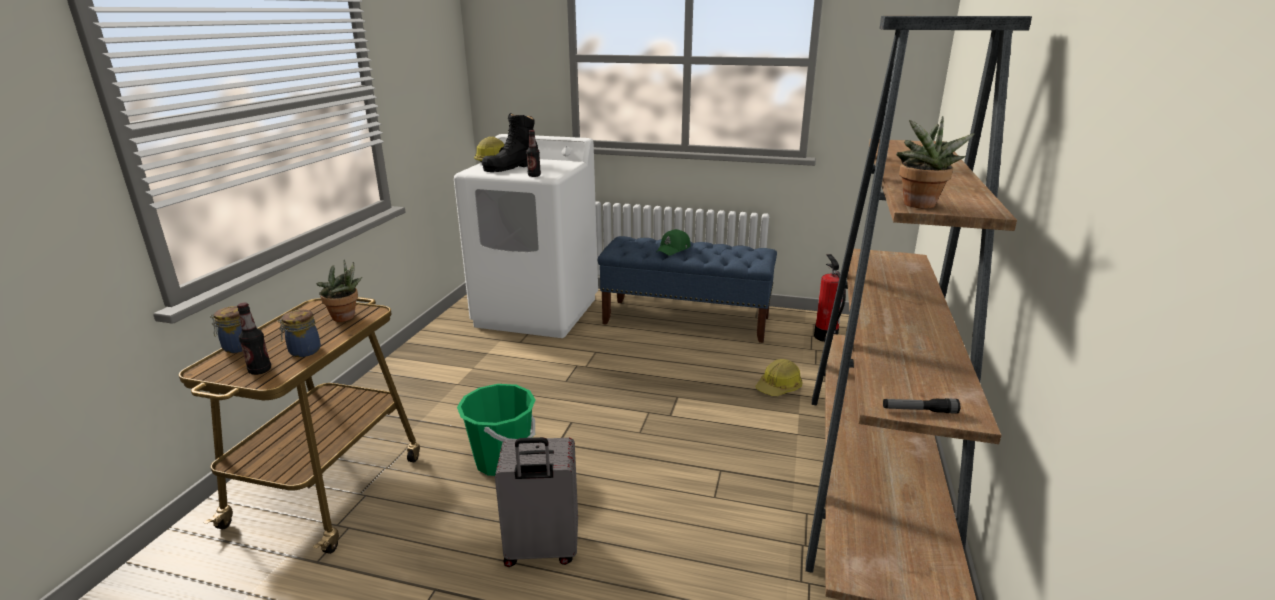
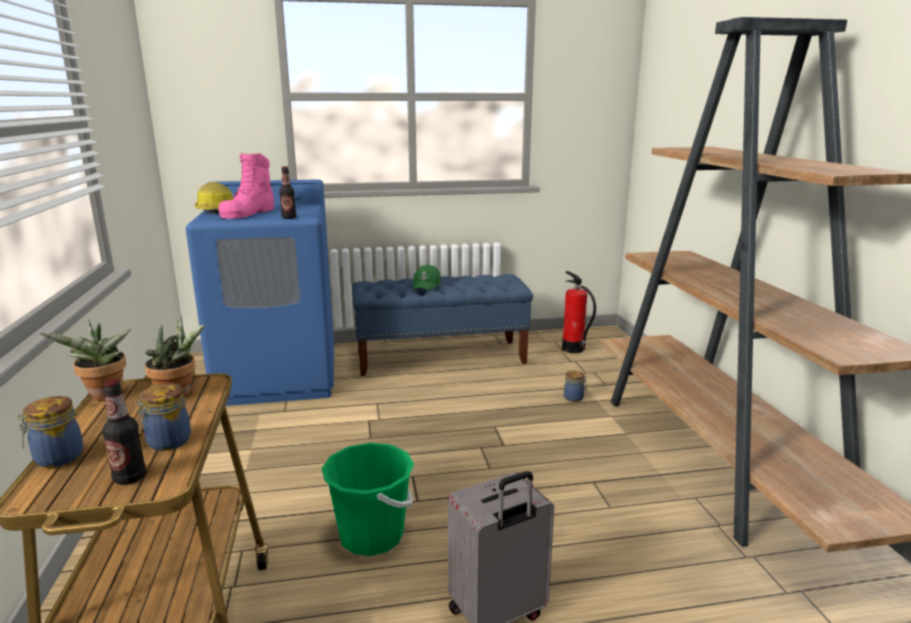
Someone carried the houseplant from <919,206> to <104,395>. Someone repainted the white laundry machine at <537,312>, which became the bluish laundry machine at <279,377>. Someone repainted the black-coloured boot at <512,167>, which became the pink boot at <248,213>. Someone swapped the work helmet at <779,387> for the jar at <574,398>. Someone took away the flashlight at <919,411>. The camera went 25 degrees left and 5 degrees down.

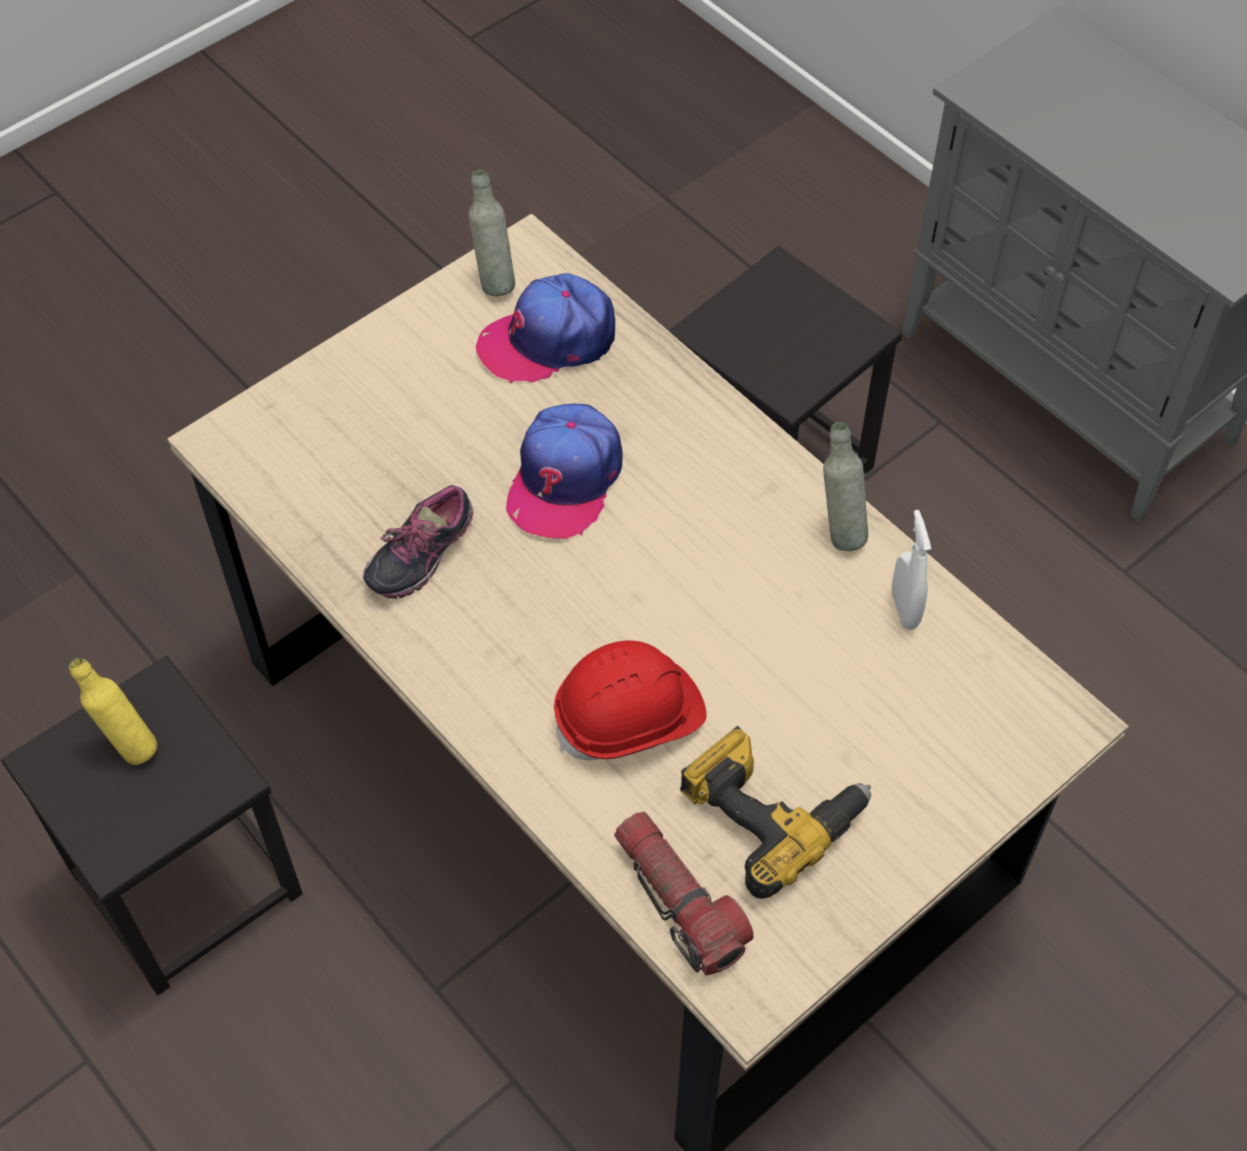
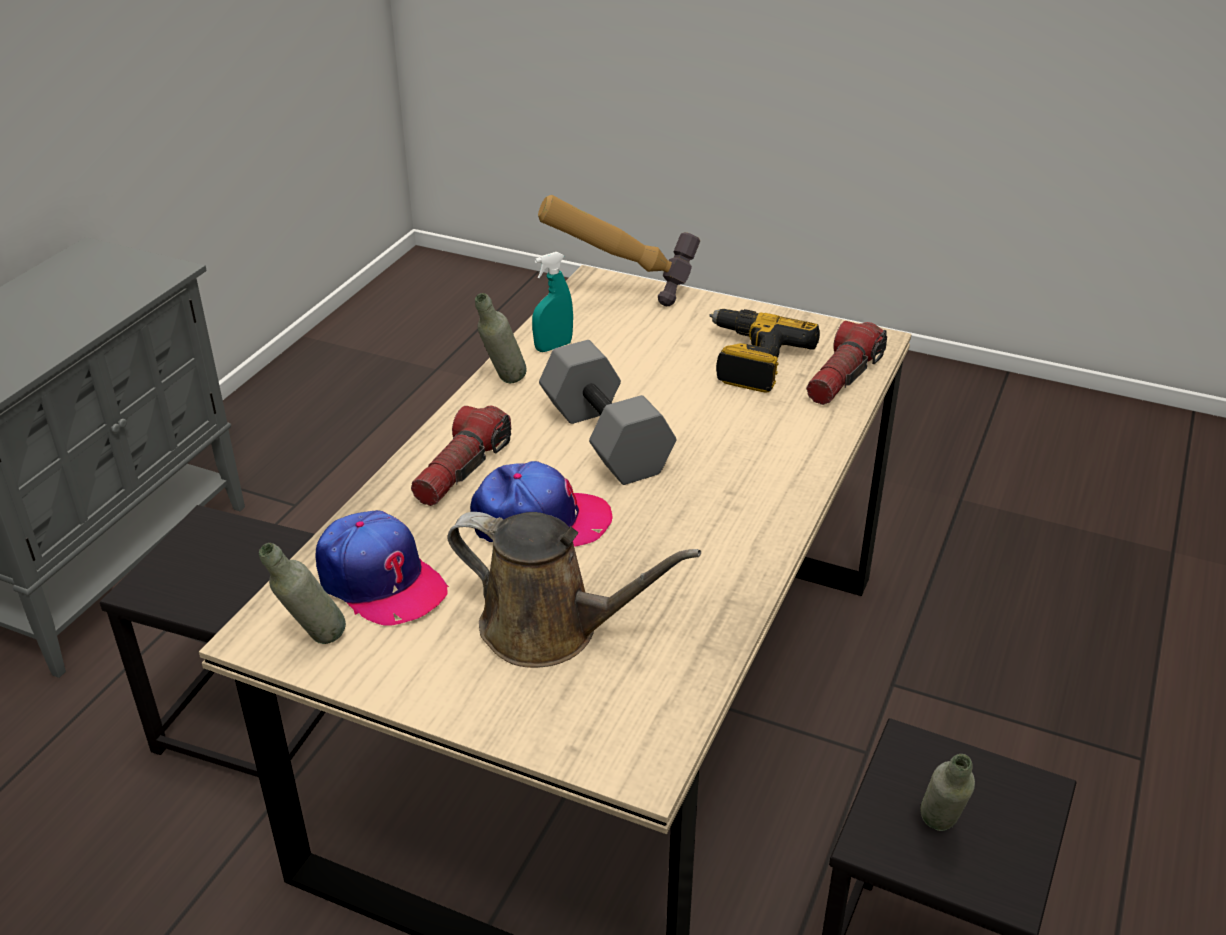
Someone put down the flashlight at <462,469>. Someone put down the brown-coloured sprinkling can at <550,629>. Someone repainted the white spray bottle at <904,609>, which became the blue-green spray bottle at <553,346>. Someone put down the hand hammer at <621,299>. Someone put down the gray free weight at <602,439>. Someone repainted the yellow-coloured drink bottle at <129,745>, which became the gray drink bottle at <938,834>. Someone took away the low shoe at <420,555>. Someone took away the red-coloured work helmet at <630,718>. The camera went 115 degrees left and 20 degrees down.

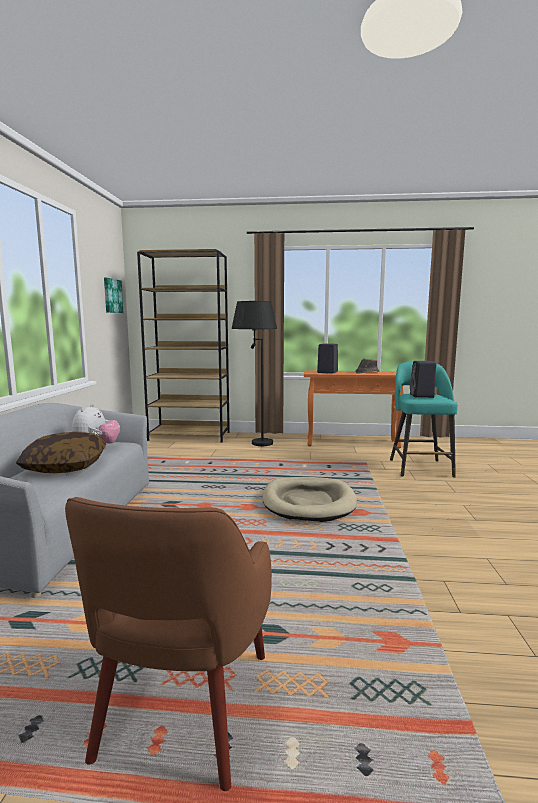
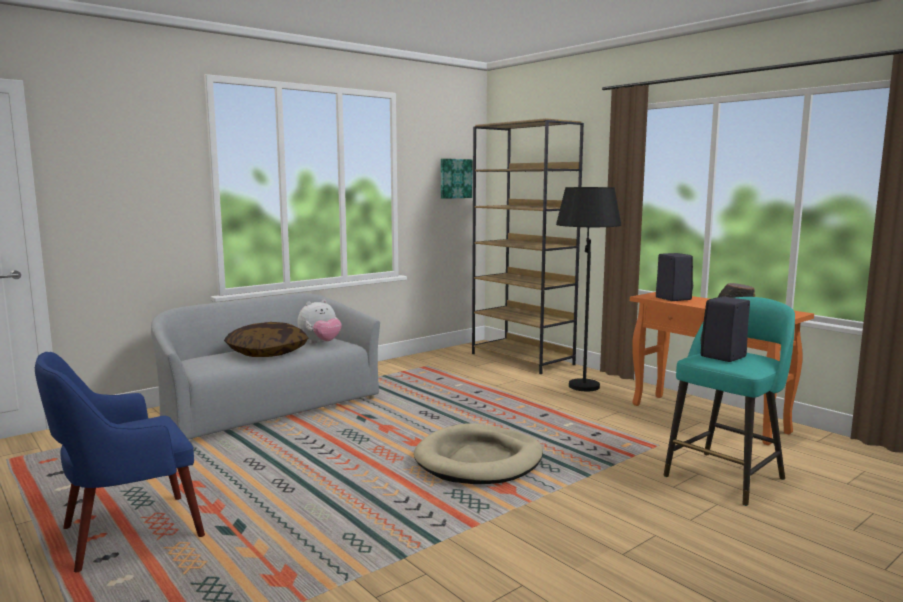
Someone repainted the brown-coloured easy chair at <184,706>, which became the bluish easy chair at <129,533>. The camera went 45 degrees right and 0 degrees up.

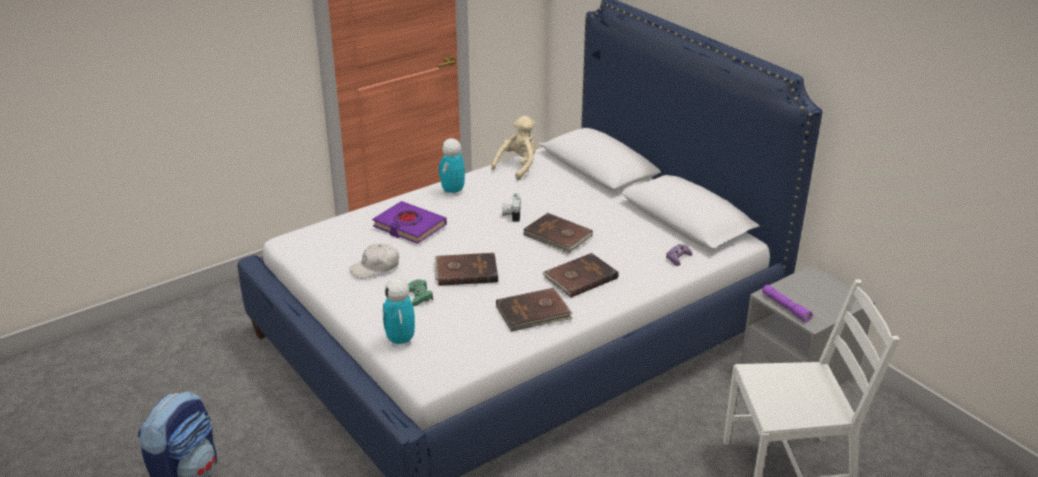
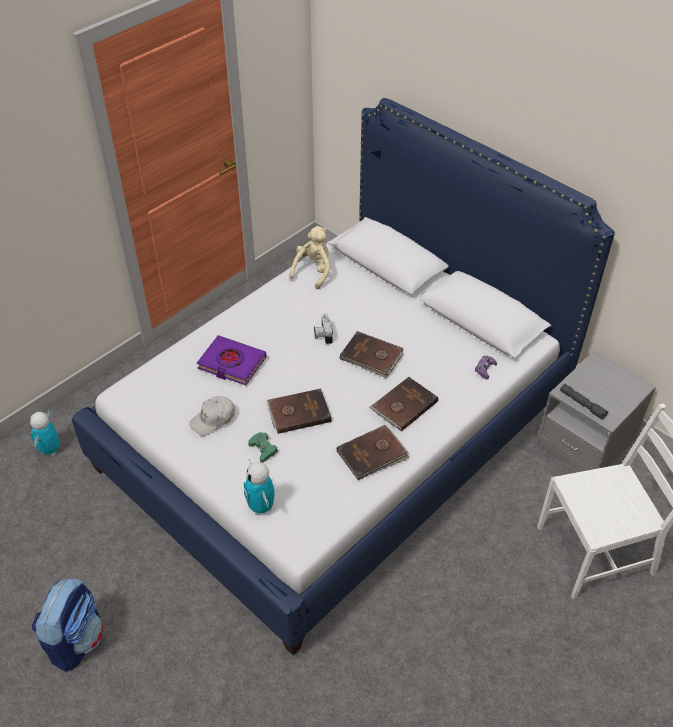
Someone carried the model robot from <453,192> to <50,450>. Someone repainted the purple-coloured flashlight at <785,307>, which became the gray flashlight at <582,404>. The camera went 10 degrees left and 15 degrees up.

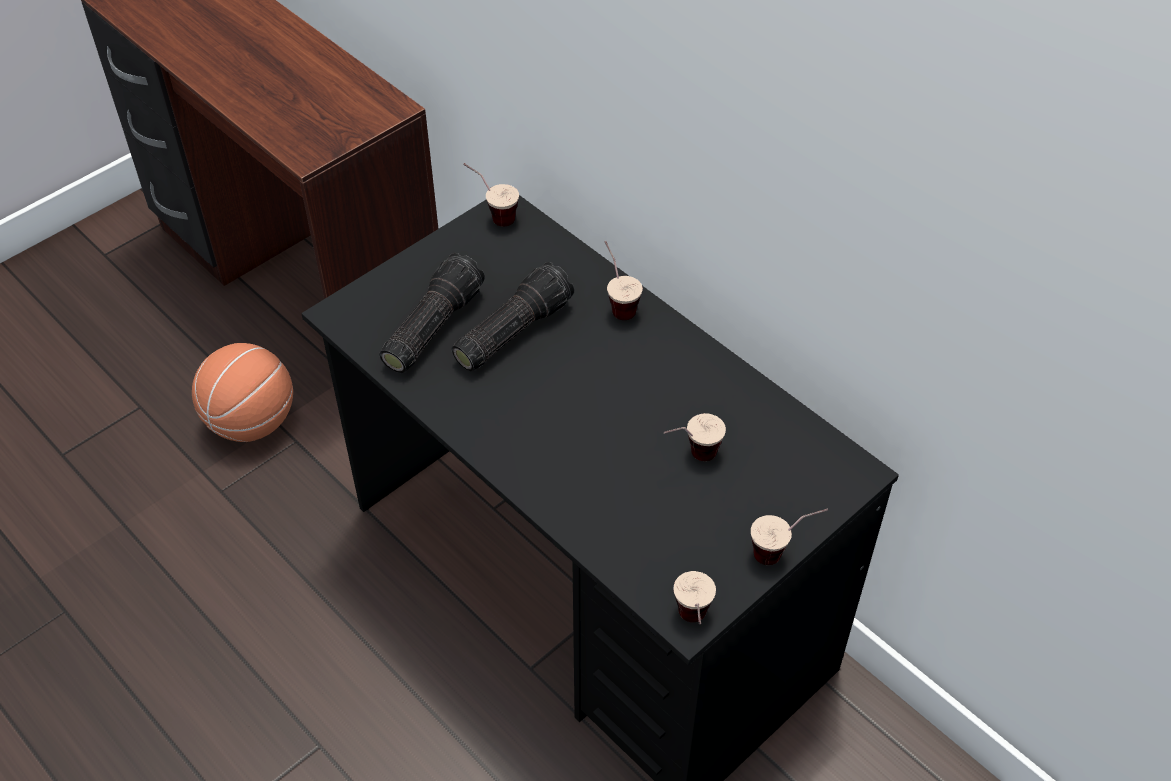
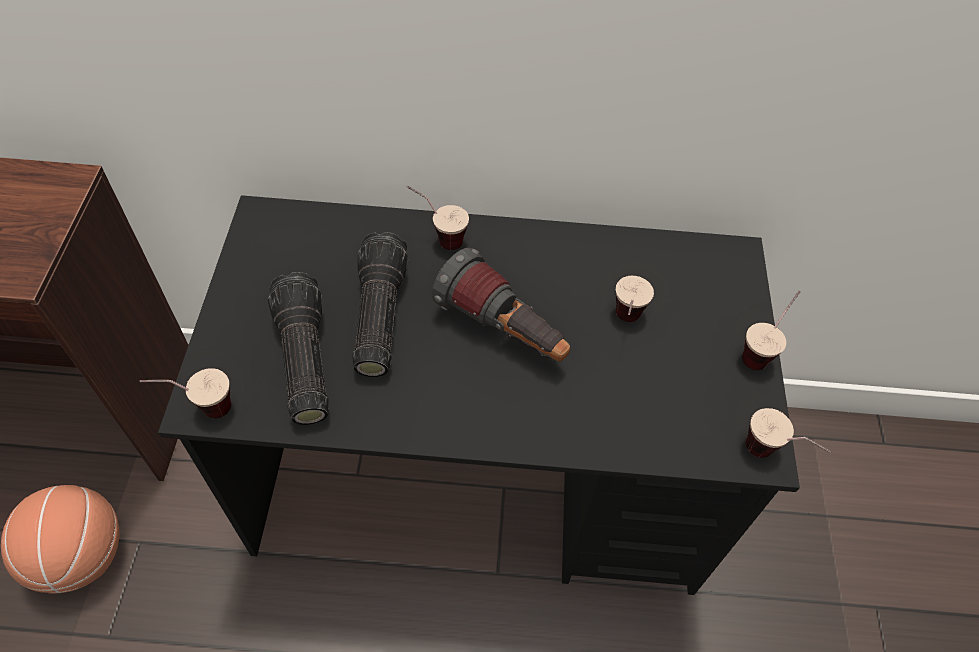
Someone carried the drinking cup from <492,215> to <200,410>. Someone put down the flashlight at <503,331>. The camera went 45 degrees left and 5 degrees up.

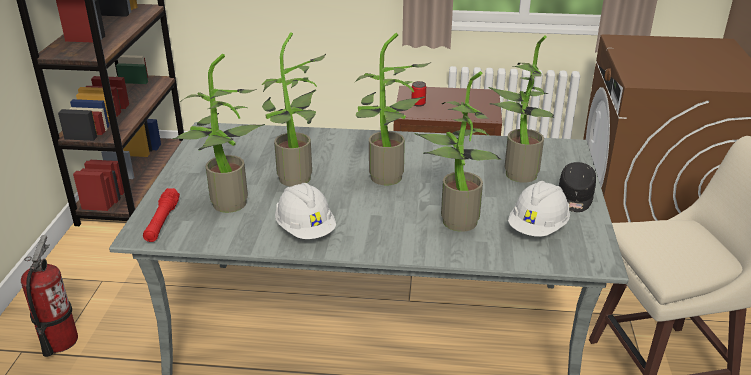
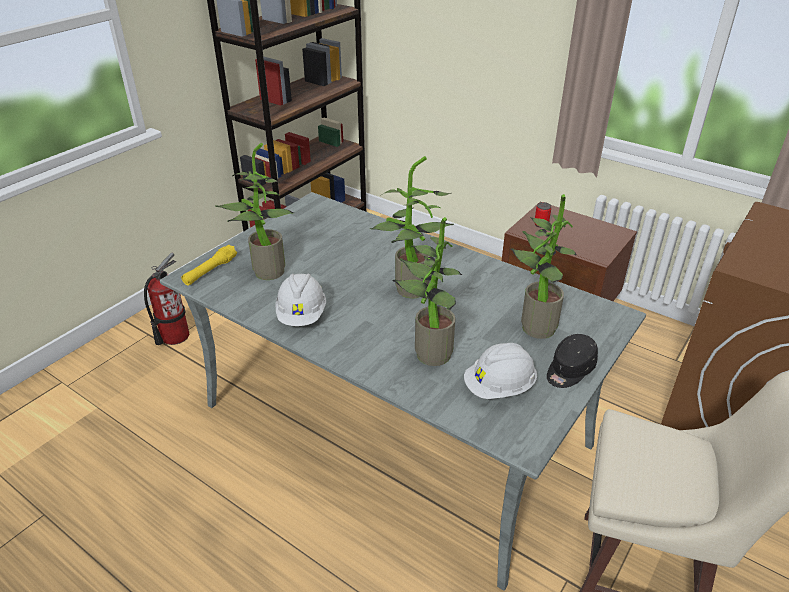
Someone repainted the red-coloured flashlight at <162,222>, which became the yellow-coloured flashlight at <210,271>. Someone took away the houseplant at <297,181>. The camera went 30 degrees right and 5 degrees up.

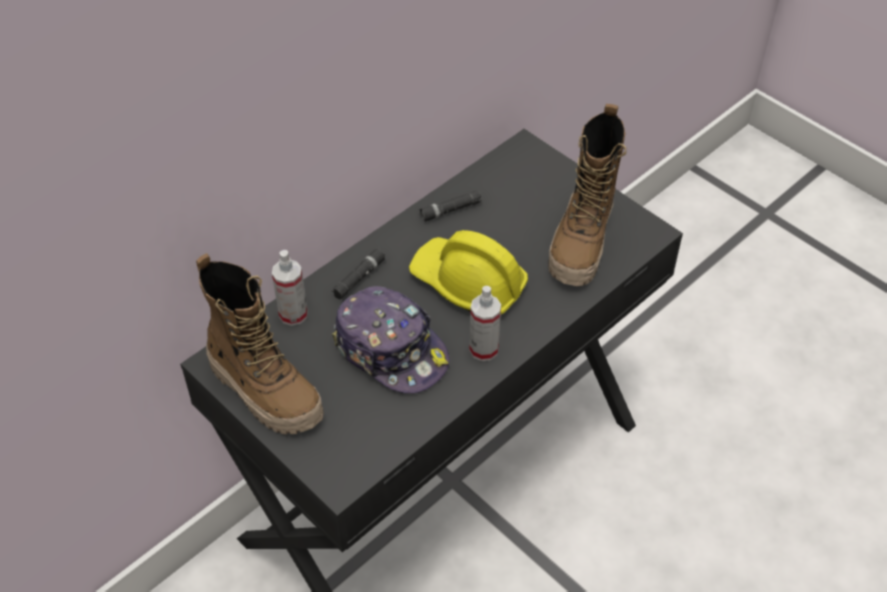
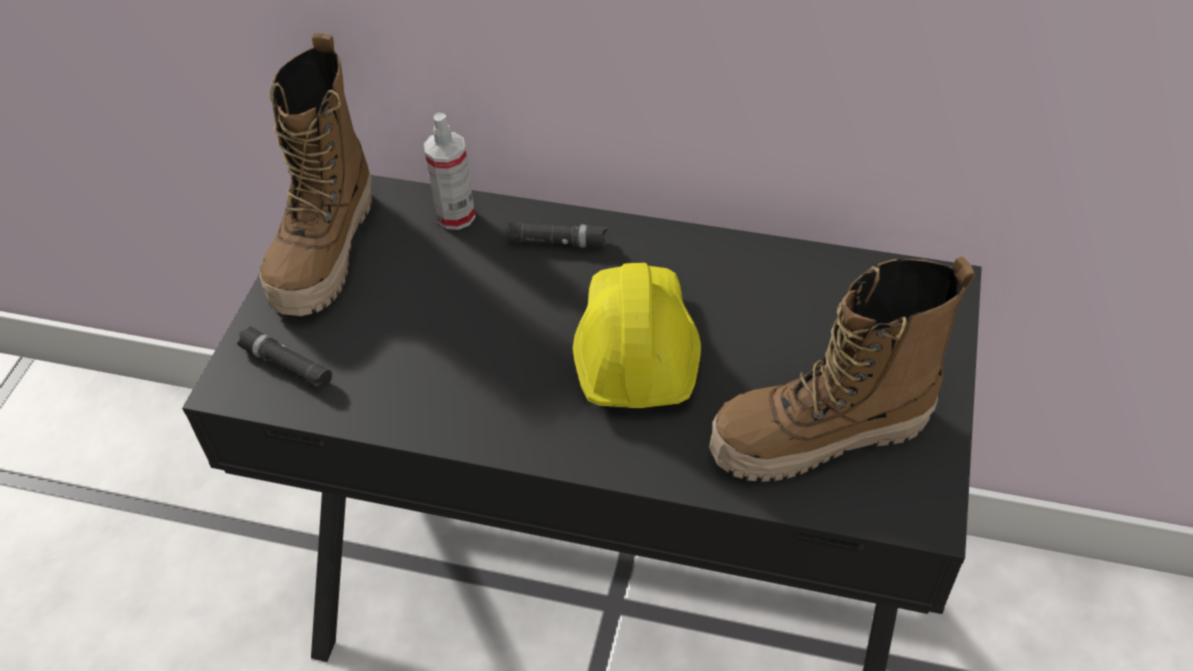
Someone carried the black-coloured flashlight from <450,210> to <286,365>. Someone took away the peaked cap at <391,350>. Someone took away the spray bottle at <484,349>. The camera went 60 degrees right and 0 degrees up.

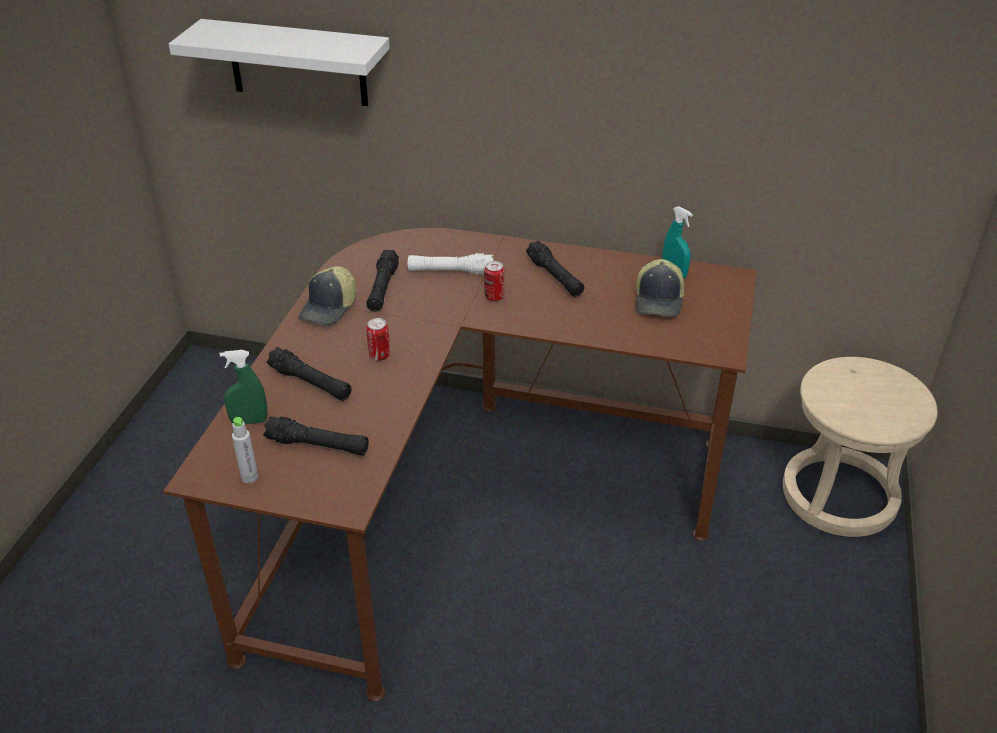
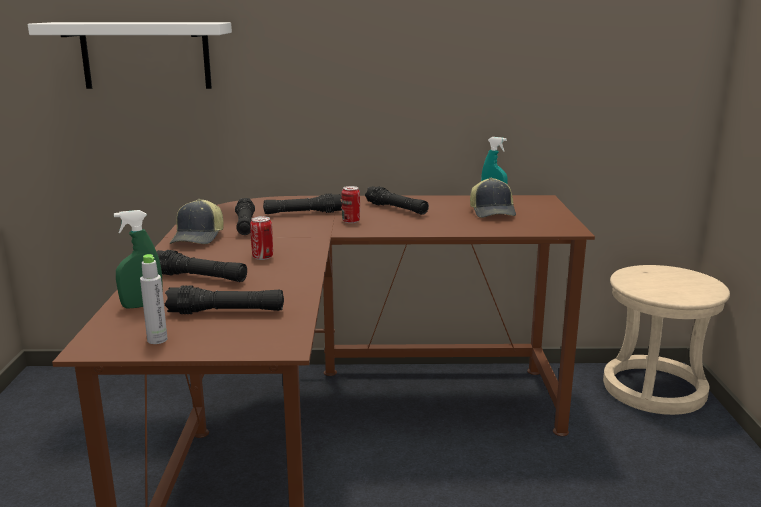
Someone repainted the white flashlight at <450,271>, which became the black-coloured flashlight at <303,213>. The camera went 15 degrees left and 20 degrees down.

